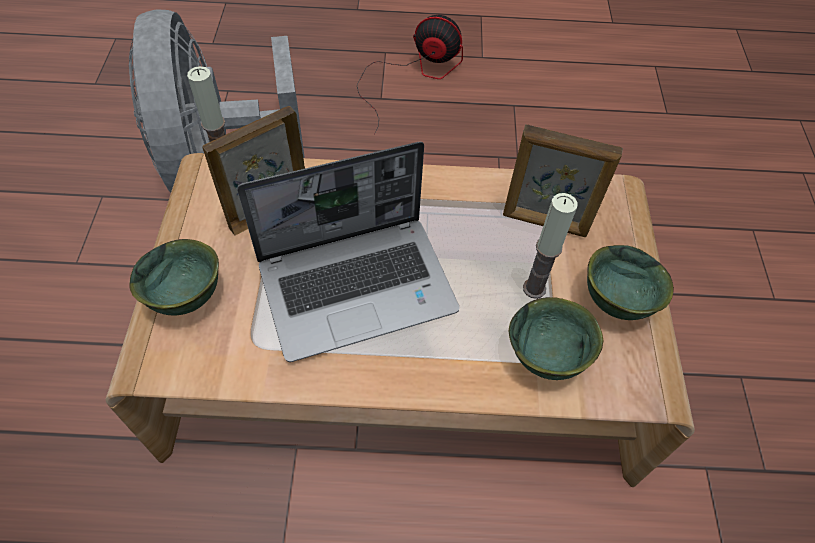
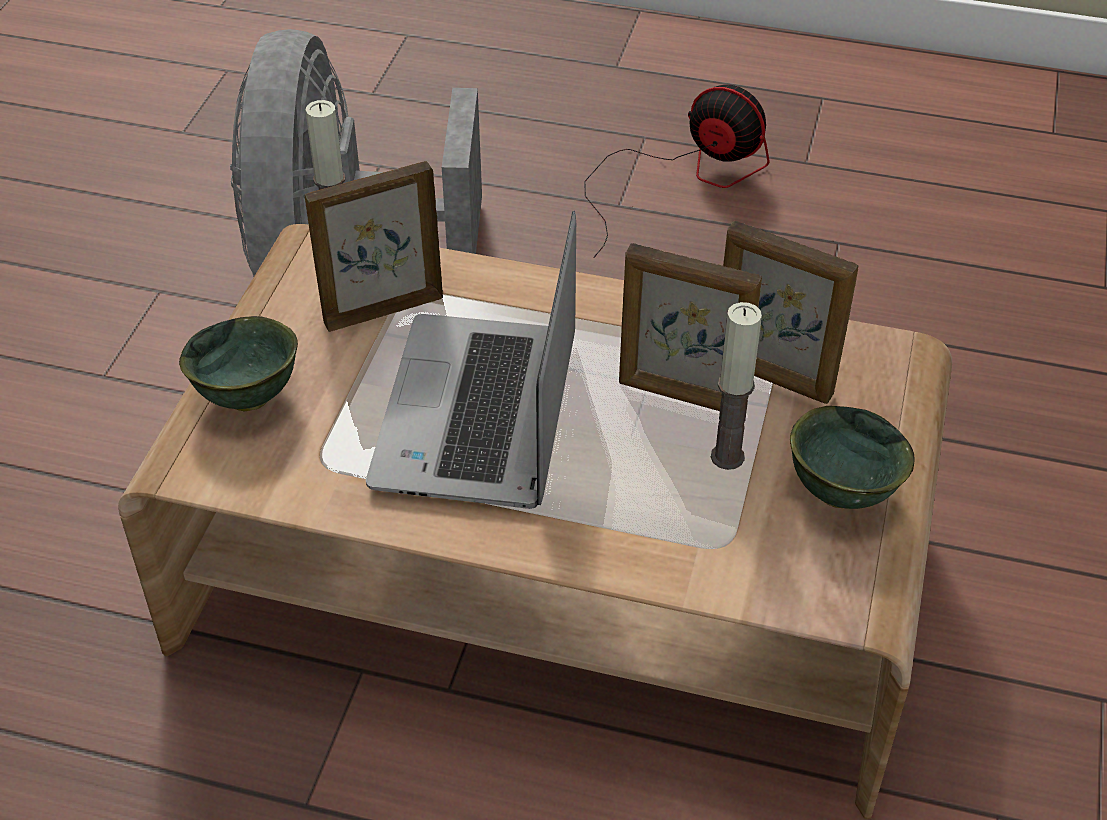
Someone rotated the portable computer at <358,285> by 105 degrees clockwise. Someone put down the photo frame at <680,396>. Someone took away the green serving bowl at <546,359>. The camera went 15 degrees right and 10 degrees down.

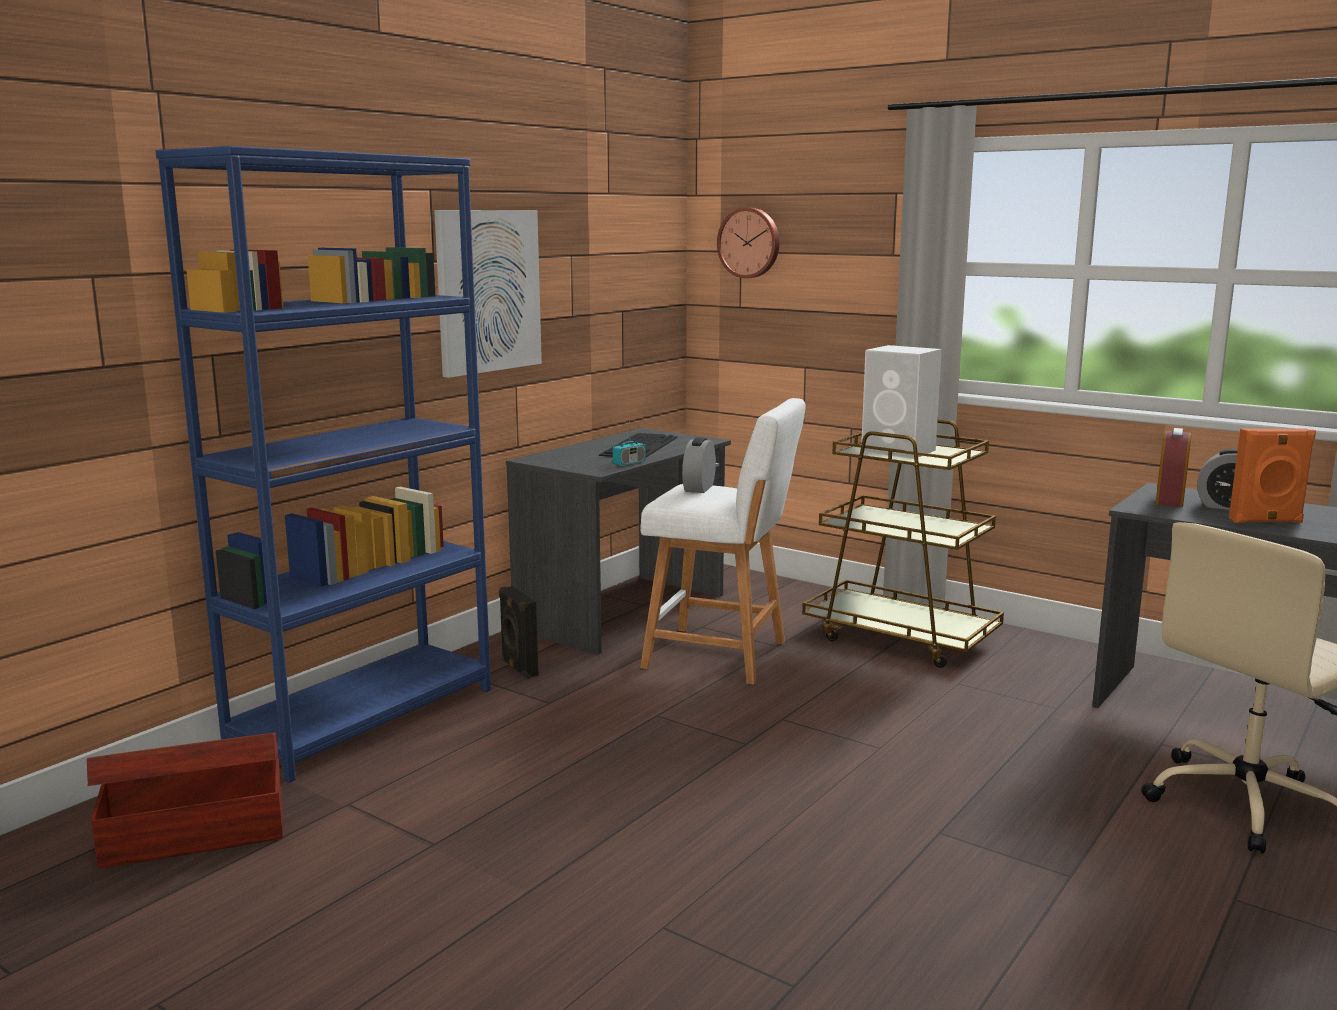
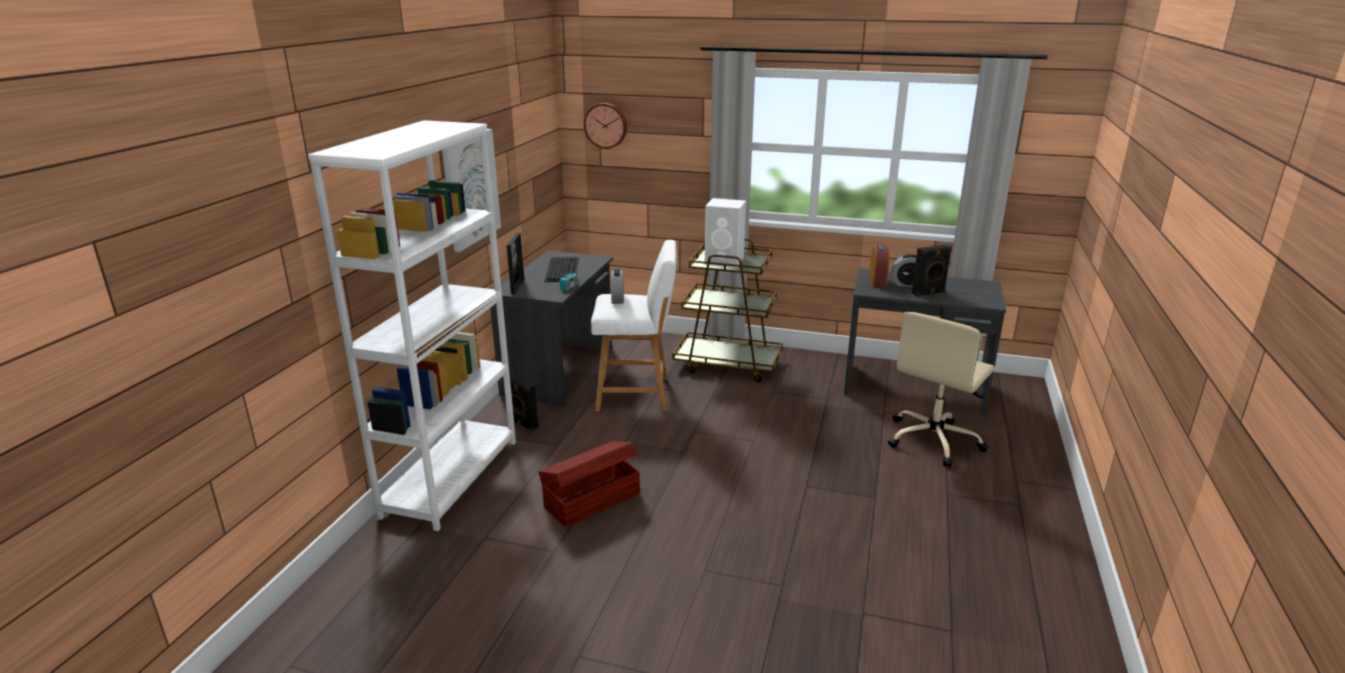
Someone repainted the bluish shelving unit at <365,718>, which became the white shelving unit at <451,477>. Someone put down the photo frame at <517,287>. Someone carried the brown-coloured storage bin from <193,832> to <590,500>. Someone repainted the orangey loudspeaker at <1266,521>, which became the black-coloured loudspeaker at <929,293>. The camera went 20 degrees left and 10 degrees up.

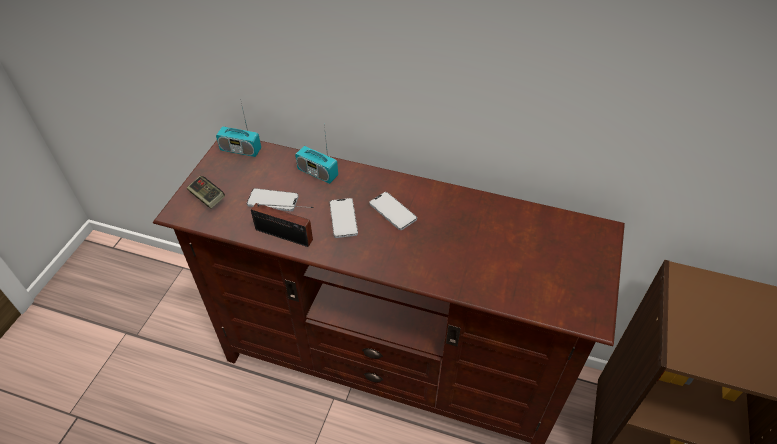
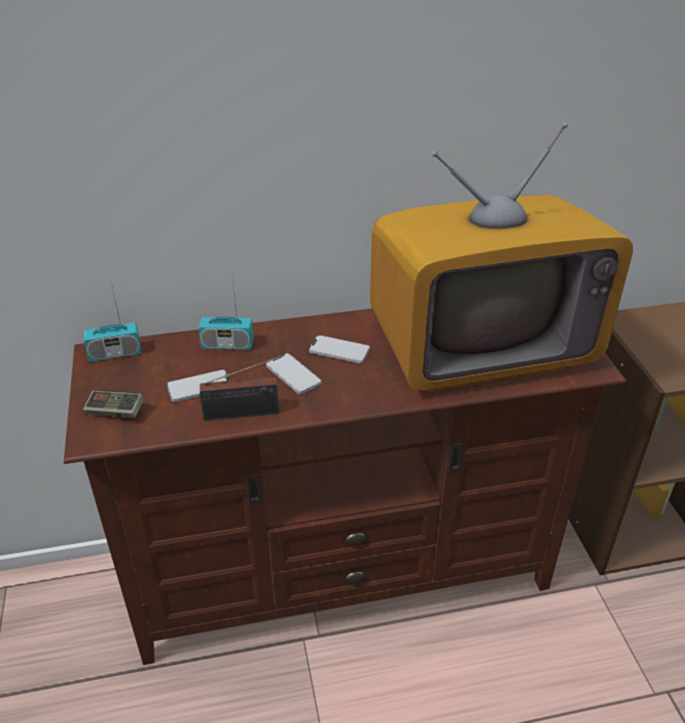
Someone put down the television at <480,346>. The camera went 30 degrees left and 10 degrees down.

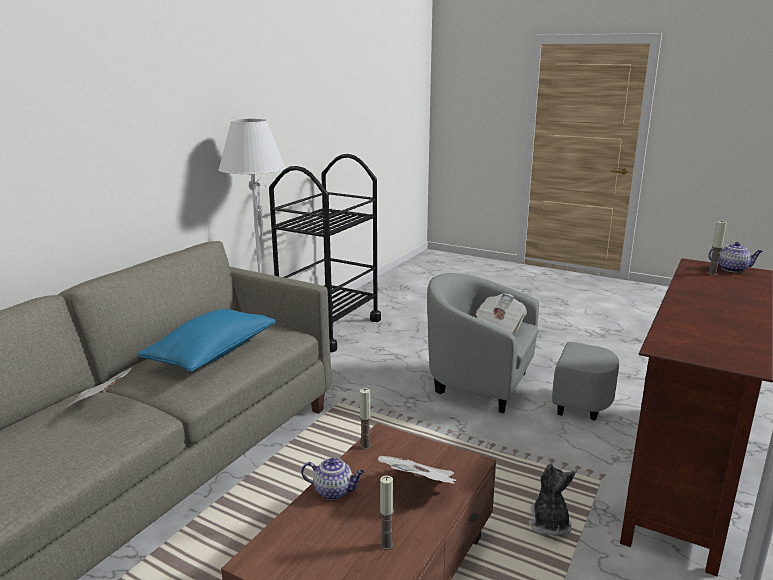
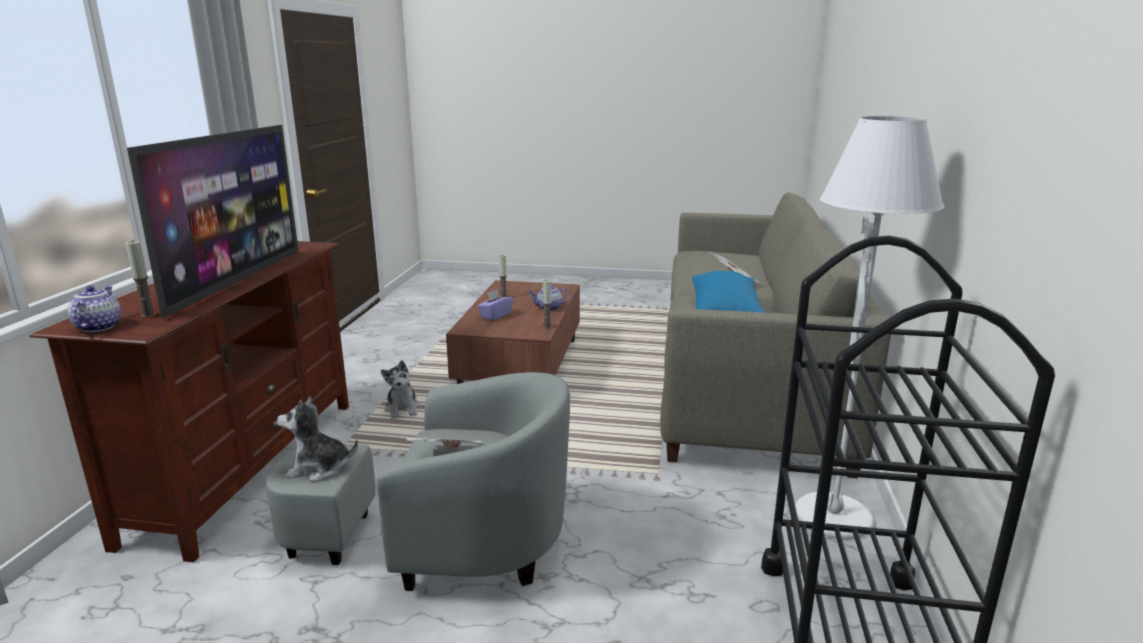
Someone rotated the teapot at <732,269> by 90 degrees clockwise. Someone put down the television at <236,280>. Someone put down the plush toy at <319,468>. Someone swapped the newspaper at <420,487> for the purple-coloured tissue holder at <495,316>. The camera went 160 degrees right and 0 degrees up.

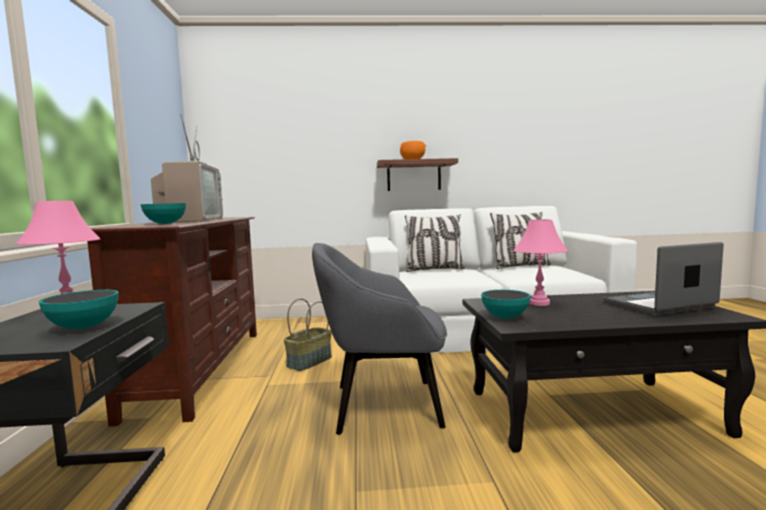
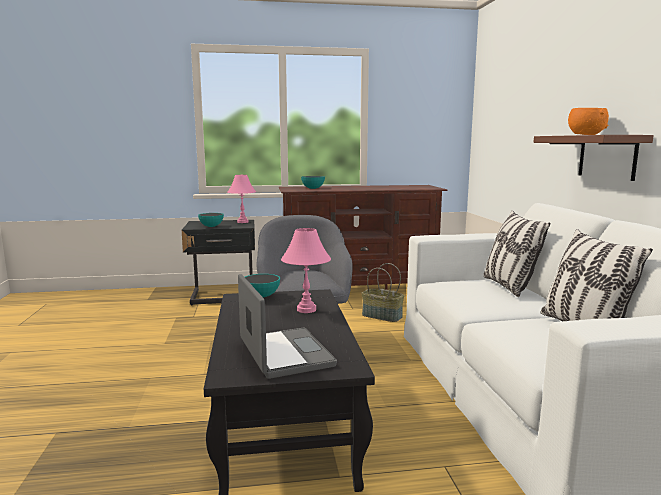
Someone took away the television at <192,220>. The camera went 85 degrees right and 5 degrees up.

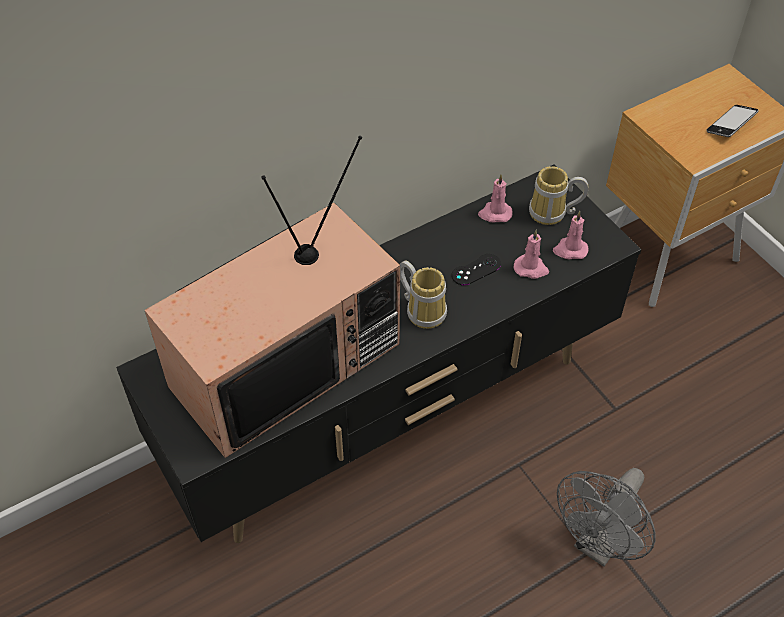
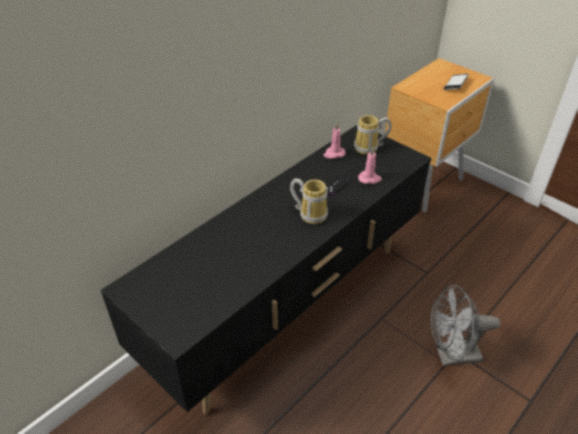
Someone rotated the gray electric fan at <599,544> by 60 degrees clockwise. Someone took away the television at <285,361>. Someone took away the pink candle at <570,250>. The camera went 15 degrees left and 10 degrees down.

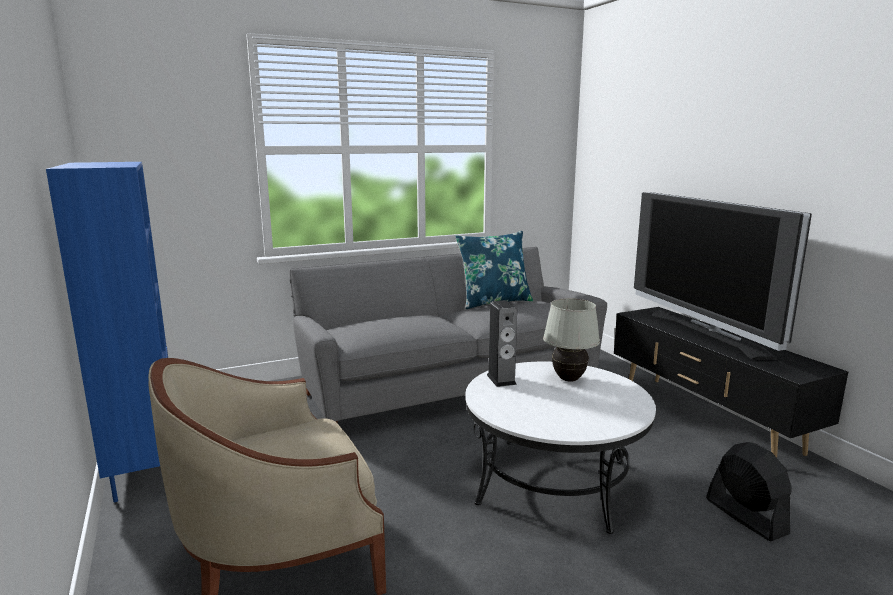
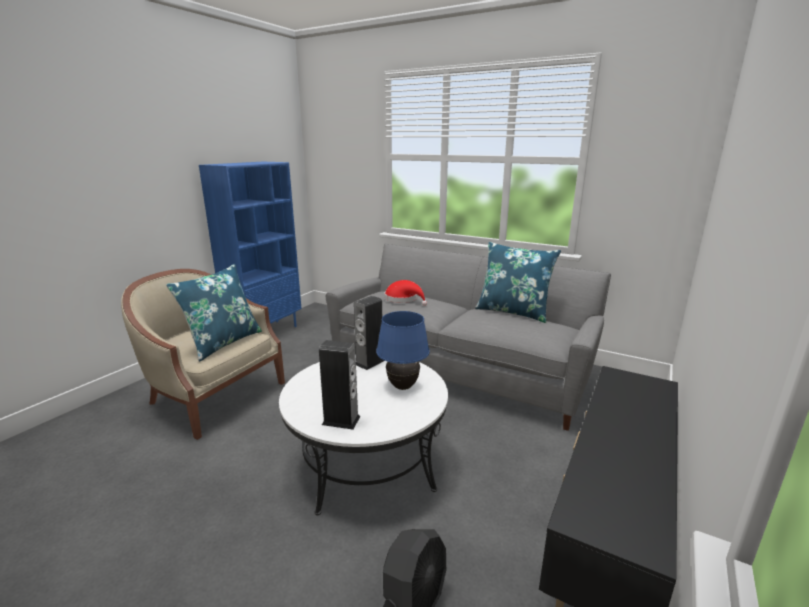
Someone put down the bluish cushion at <223,343>. Someone put down the loudspeaker at <341,420>. Someone repainted the white tabletop lamp at <569,379>, which became the bluish tabletop lamp at <402,387>. Someone put down the red-coloured clothing hat at <403,299>. Someone took away the television at <707,334>. The camera went 55 degrees right and 5 degrees up.

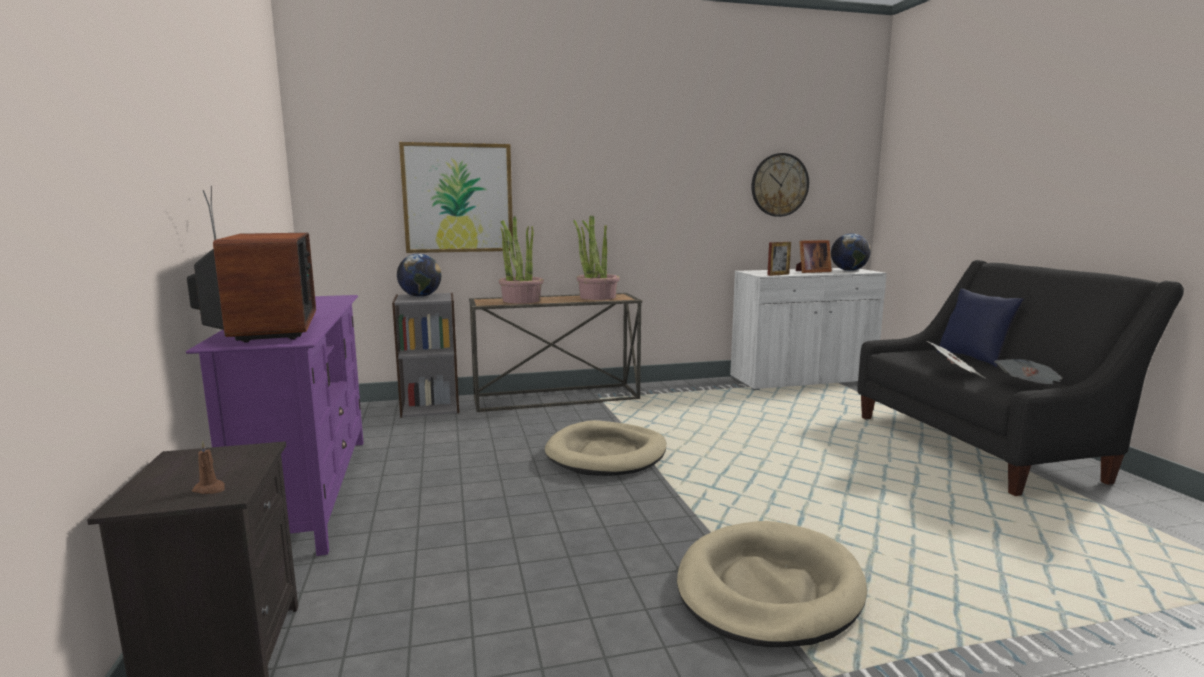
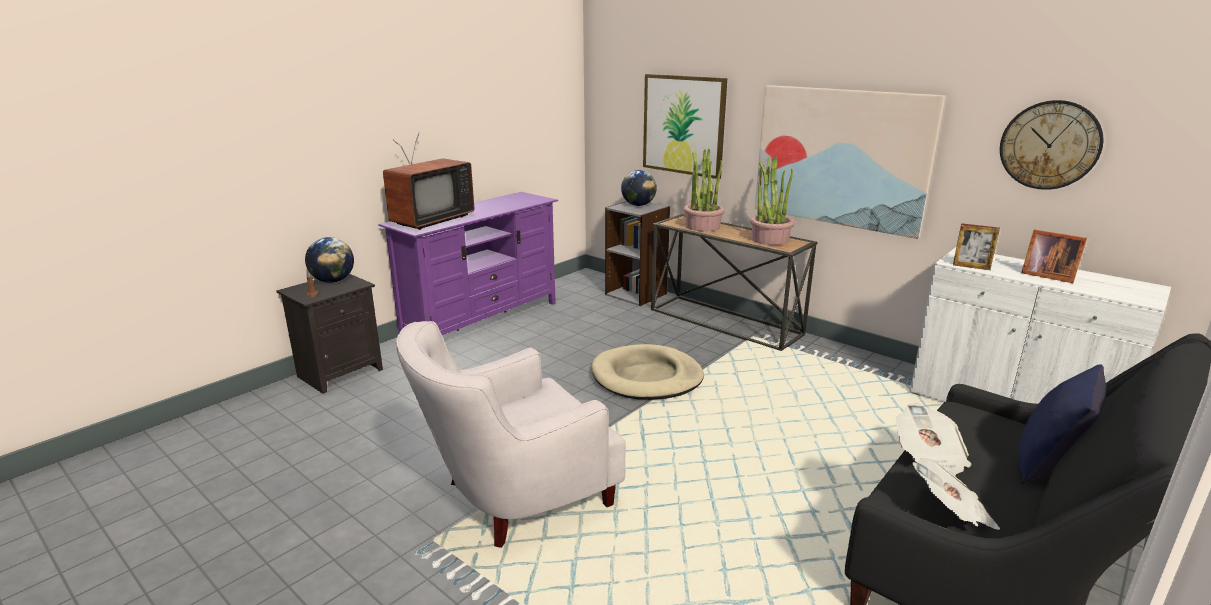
Someone carried the desk globe from <848,270> to <333,281>. Someone swapped the beige-coloured dog cushion at <768,589> for the white easy chair at <515,496>. Someone put up the wall picture at <840,158>. The camera went 55 degrees right and 10 degrees up.

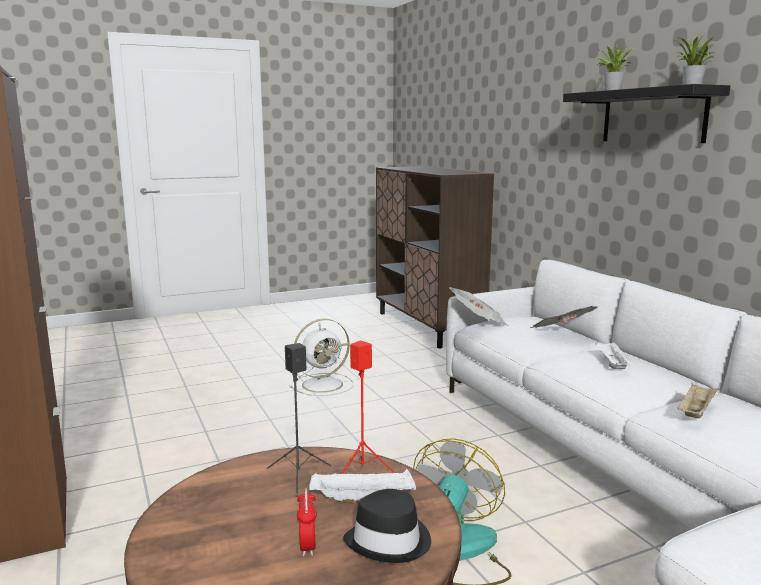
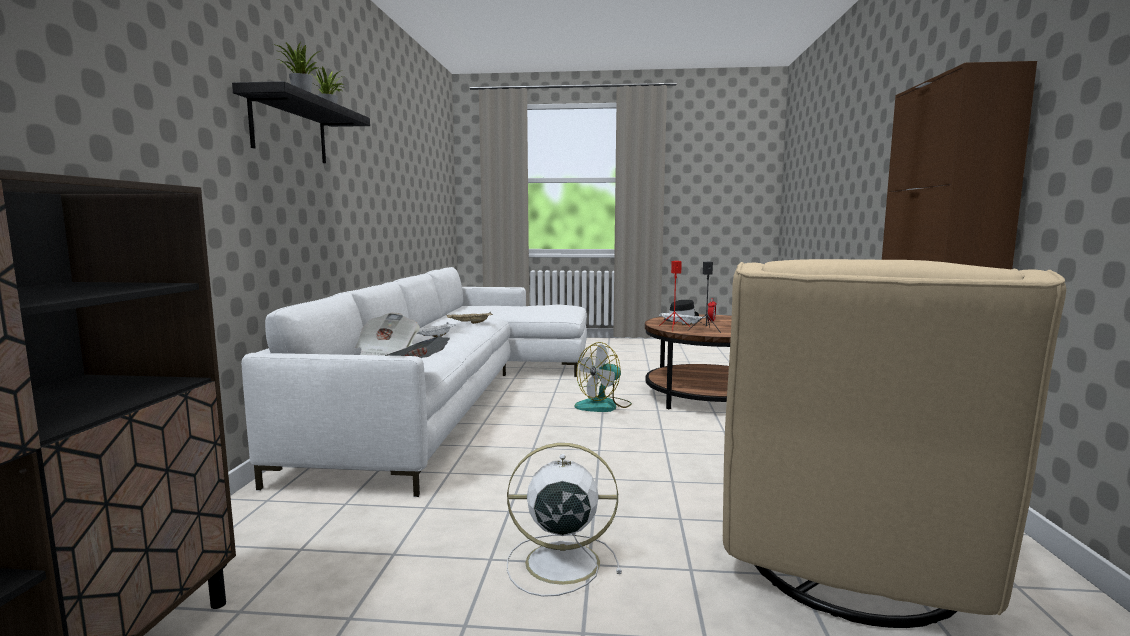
Someone put down the beige-coloured easy chair at <847,570>. The camera went 150 degrees left and 5 degrees down.

